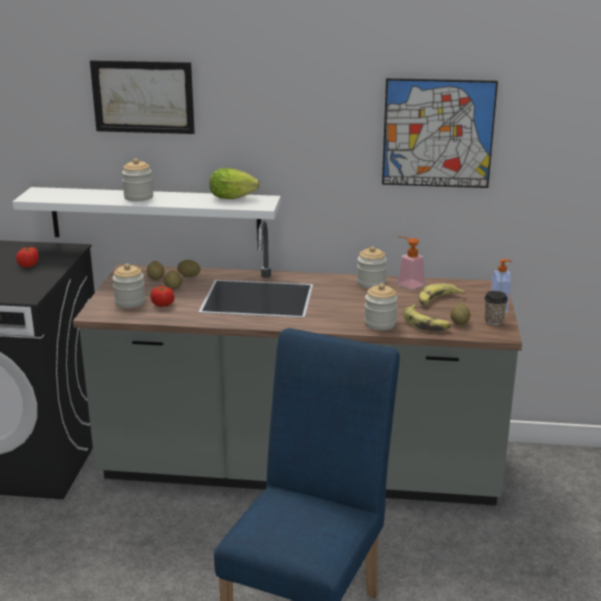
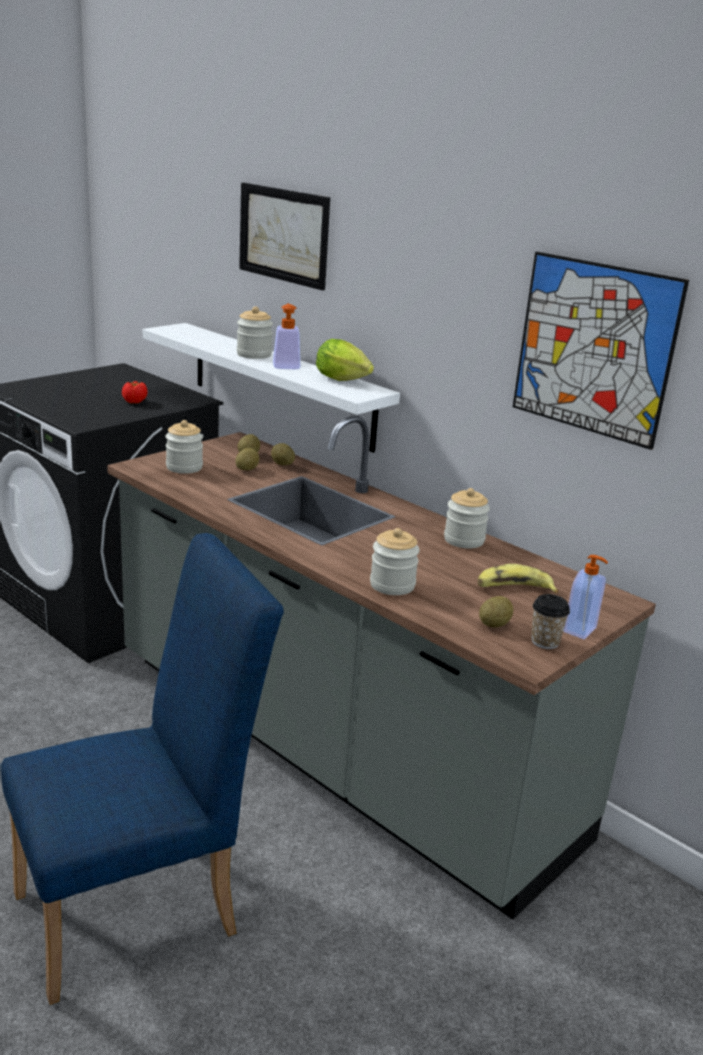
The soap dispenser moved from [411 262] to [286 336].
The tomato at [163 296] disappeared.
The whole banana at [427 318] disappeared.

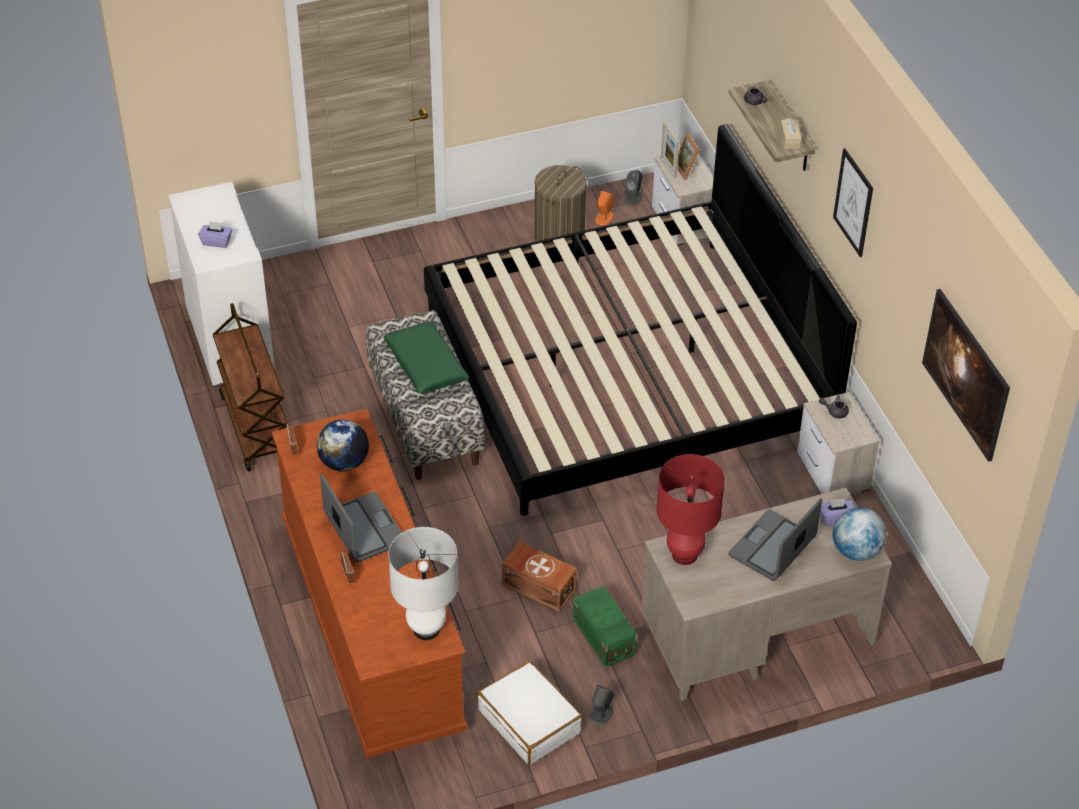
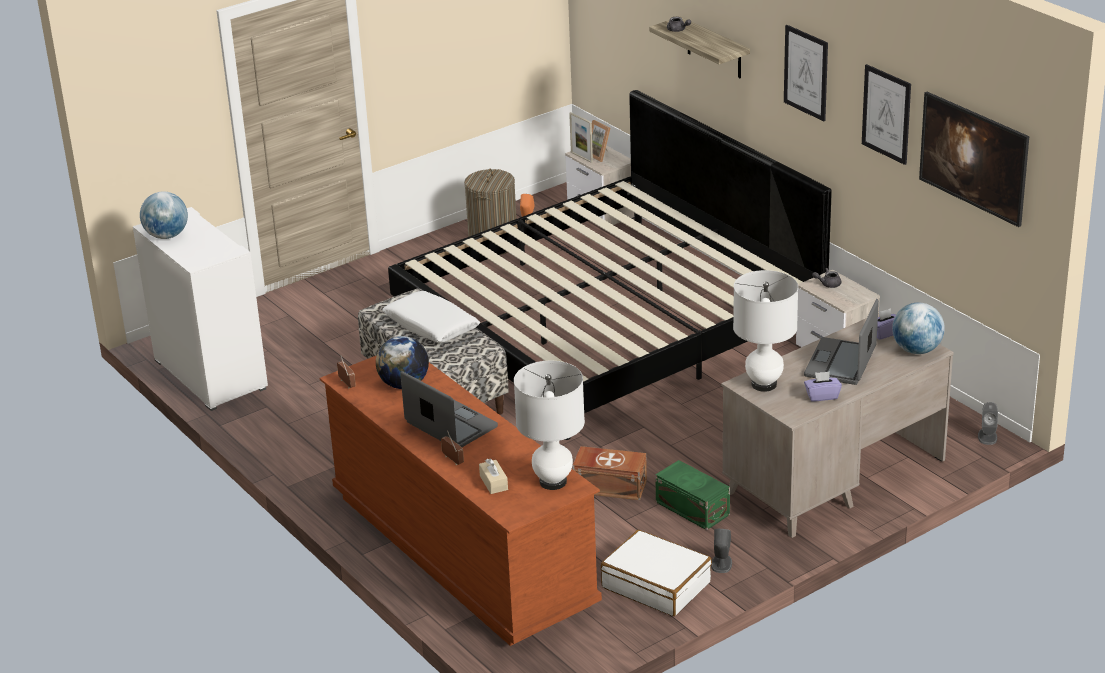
The desk globe at [164 215] appeared.
The greenish pillow at [426 357] became the white pillow at [431 317].
The beige box of tissues moved from [790 133] to [493 476].
The red-coloured lamp for a table at [690 509] became the white lamp for a table at [765 331].
The purple-coloured box of tissues moved from [215 234] to [823 386].
The picture at [886 114] appeared.
The grey audio speaker moved from [633 188] to [988 423].
The brown-coloured cart at [250 387] disappeared.

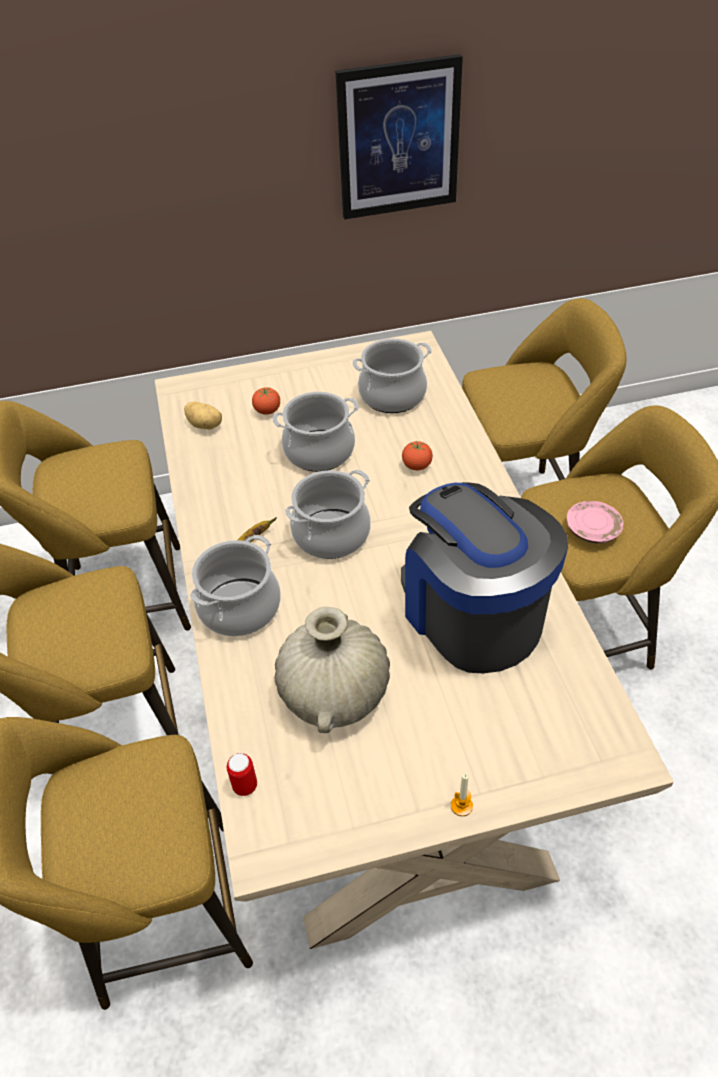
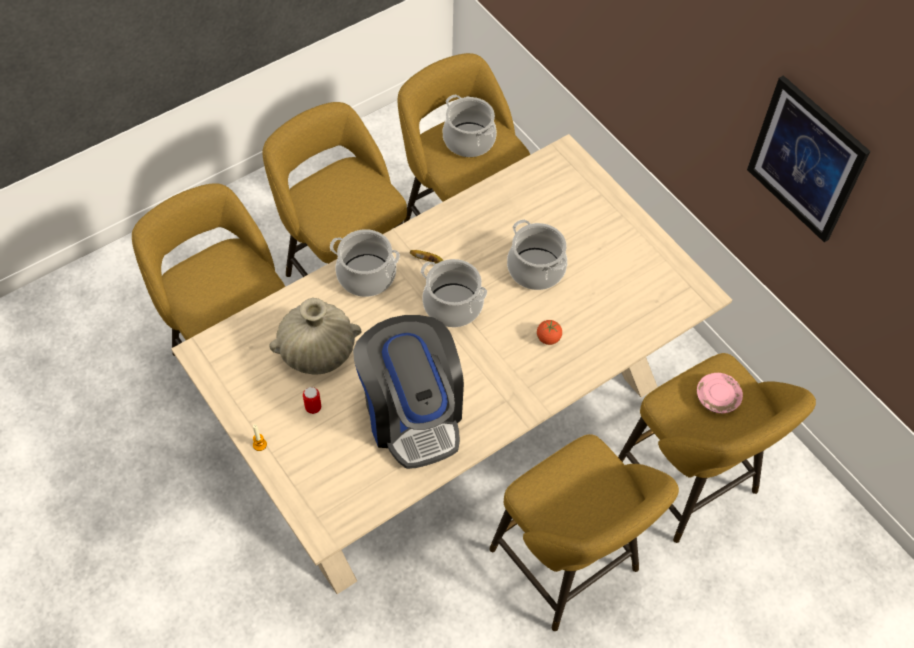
The metal can moved from [242 774] to [312 400].
The coffee maker at [484 577] turned 120 degrees clockwise.
The saucepot moved from [392 375] to [470 126].
The pinkish plate moved from [595 522] to [720 393].
The spud at [203 415] disappeared.
The tomato at [266 400] disappeared.

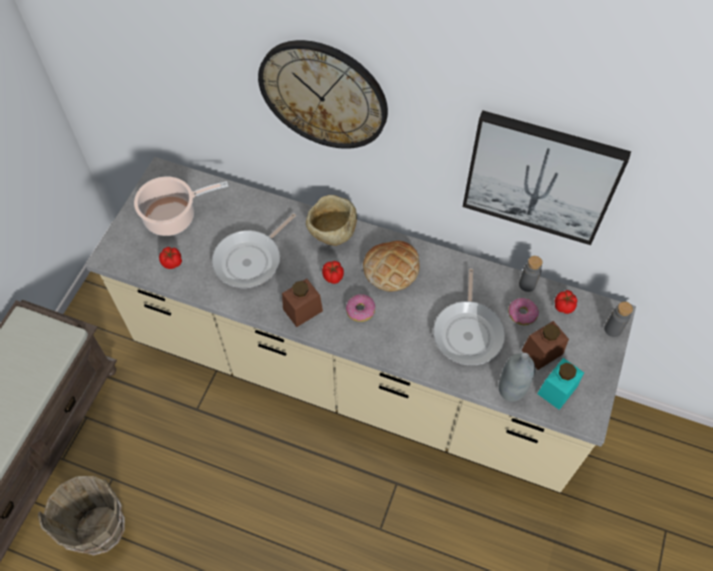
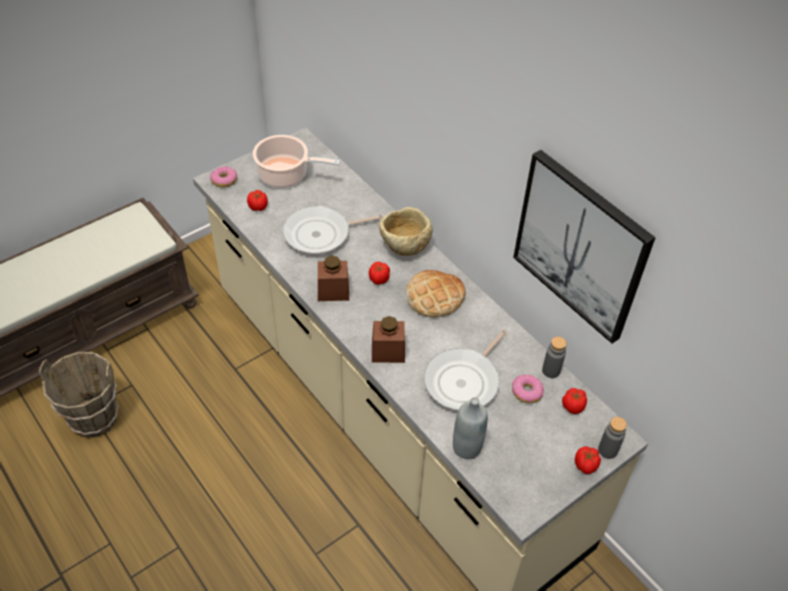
The donut moved from [360 308] to [223 177].
The brown-coloured preserve jar moved from [545 345] to [388 339].
The tomato at [588 460] appeared.
The clock on the wall at [323 94] disappeared.
The turquoise preserve jar at [560 384] disappeared.

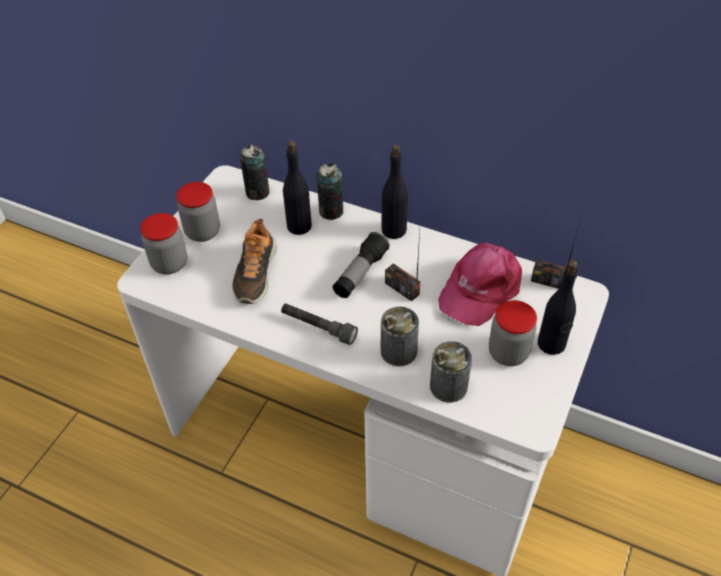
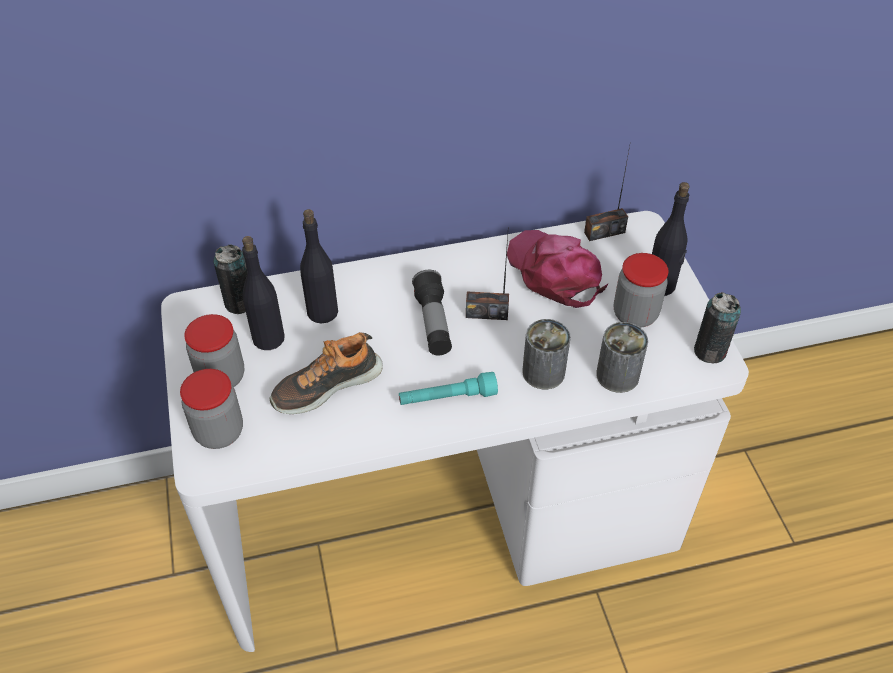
The black bottle moved from [395 192] to [263 293].
The item of footwear at [254 261] turned 90 degrees clockwise.
The grey torch at [319 324] became the turquoise torch at [448 388].
The pinkish cap at [480 284] turned 150 degrees clockwise.
The metal can moved from [330 191] to [717 328].

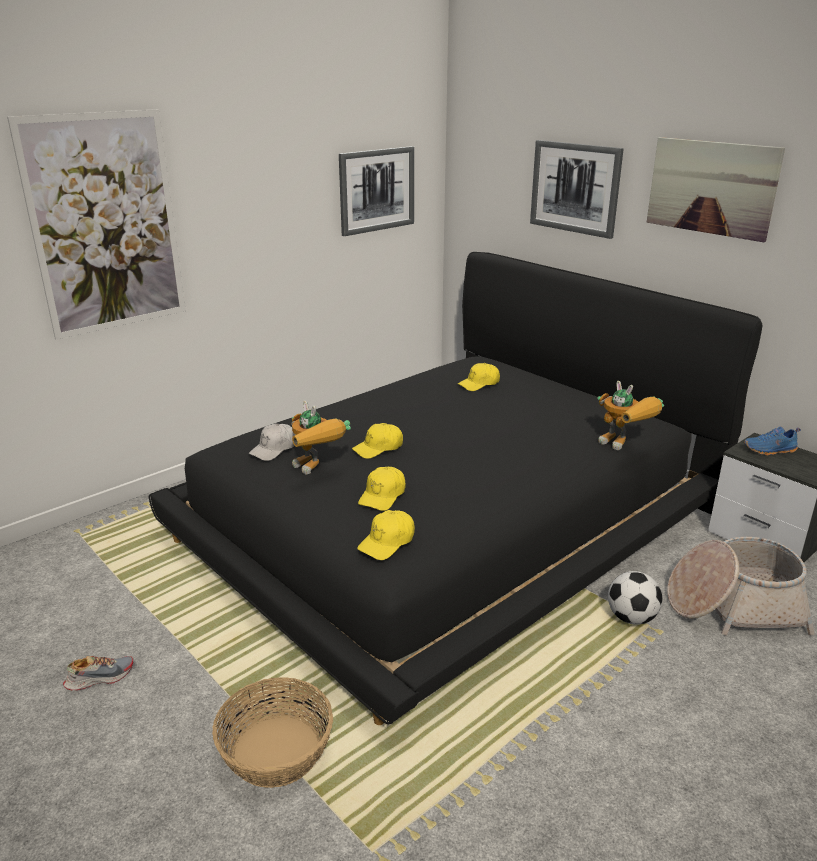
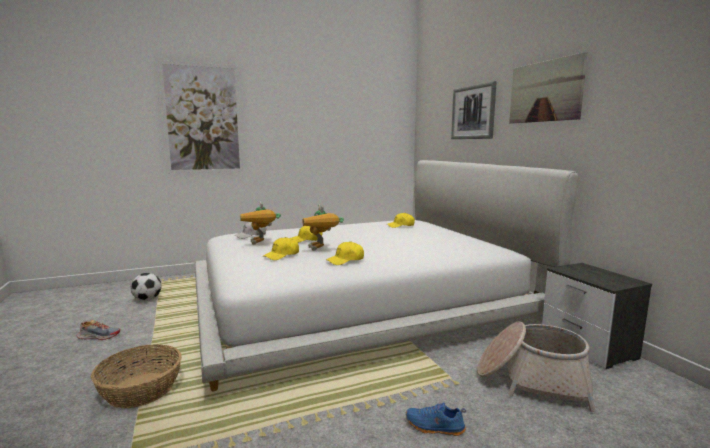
The football moved from [635 598] to [146 287].
The black sleeping bed at [455 488] became the white sleeping bed at [386 275].
The robot figure moved from [630 415] to [323 227].
The yellowish cap moved from [386 535] to [345 253].
The bluish item of footwear moved from [772 441] to [436 419].
The picture at [376 191] disappeared.

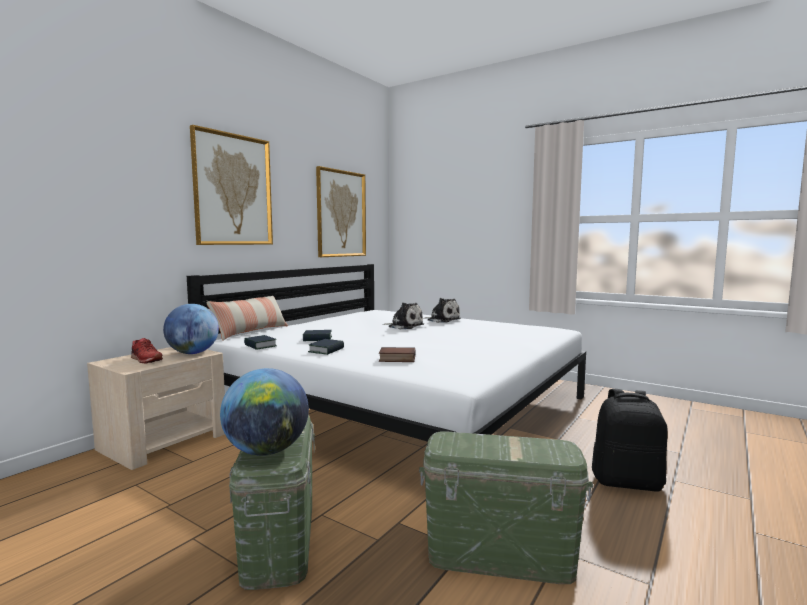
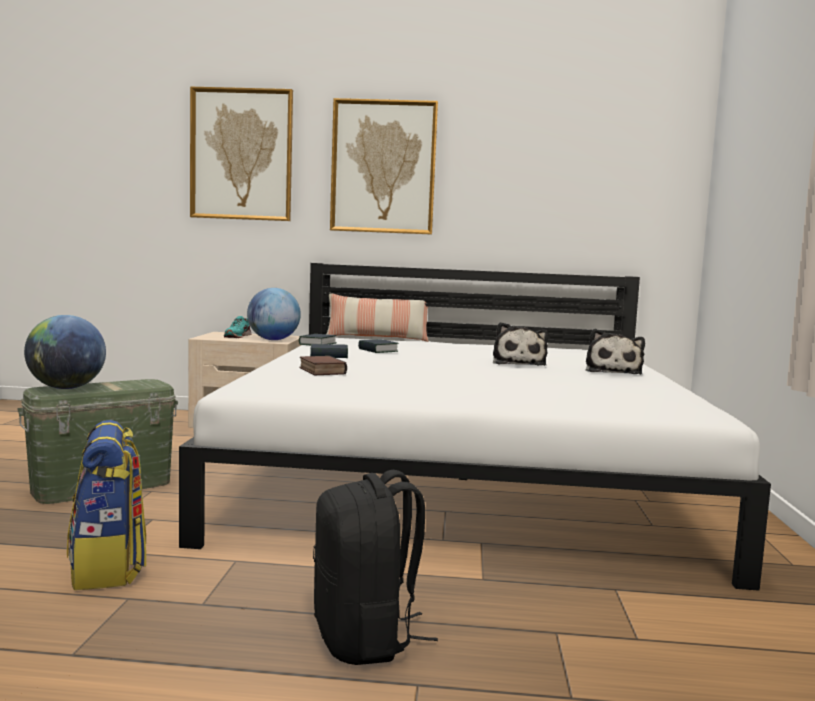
The greenish storage container at [506 508] was replaced by the knapsack at [106 505].
The picture moved from [341 211] to [241 154].
The red-coloured item of footwear at [147 351] became the turquoise item of footwear at [237 327].

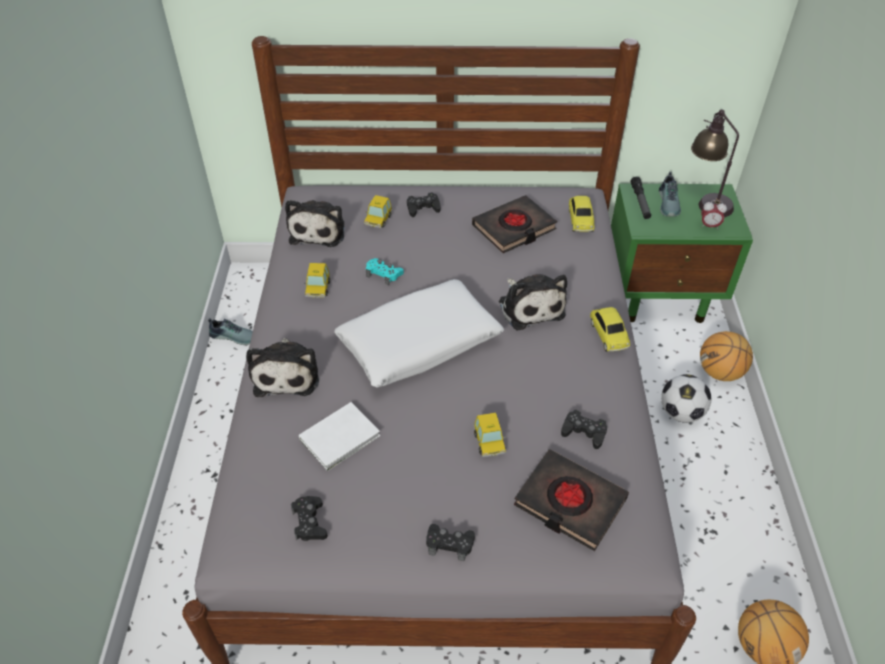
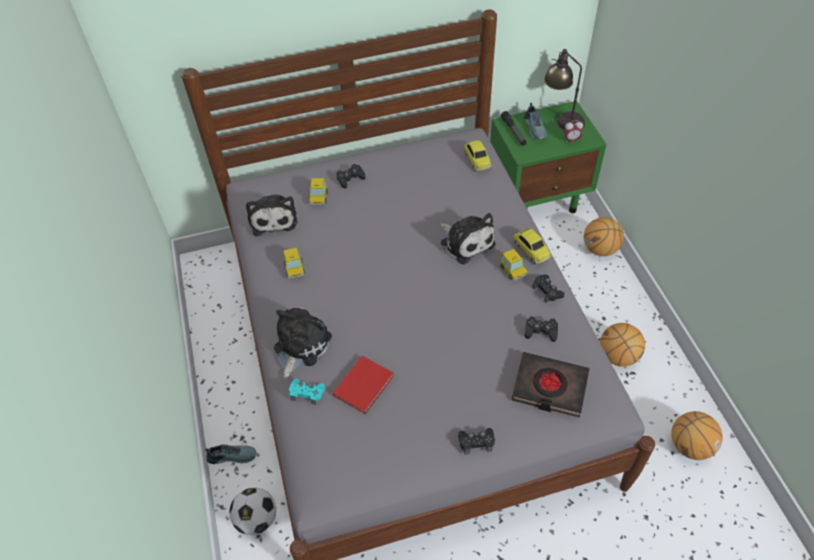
The item of footwear moved from [230 331] to [230 454].
The football moved from [686 398] to [252 511].
The plush toy at [282 367] turned 135 degrees counterclockwise.
The turquoise game controller moved from [385 271] to [307 392].
The white bound book at [339 436] became the red-coloured bound book at [363 385].
The toy car moved from [490 435] to [513 265].
The black game controller moved from [309 518] to [548 288].
The basketball ball at [622 345] appeared.
The white pillow at [419 333] disappeared.
The black bound book at [514 224] disappeared.

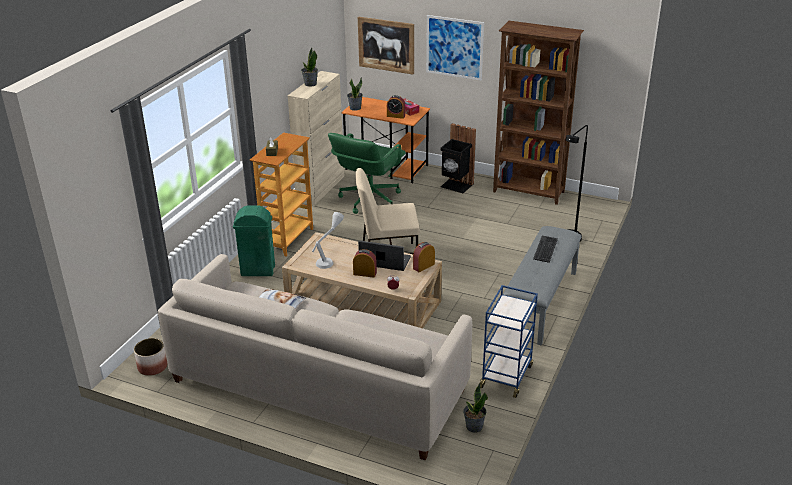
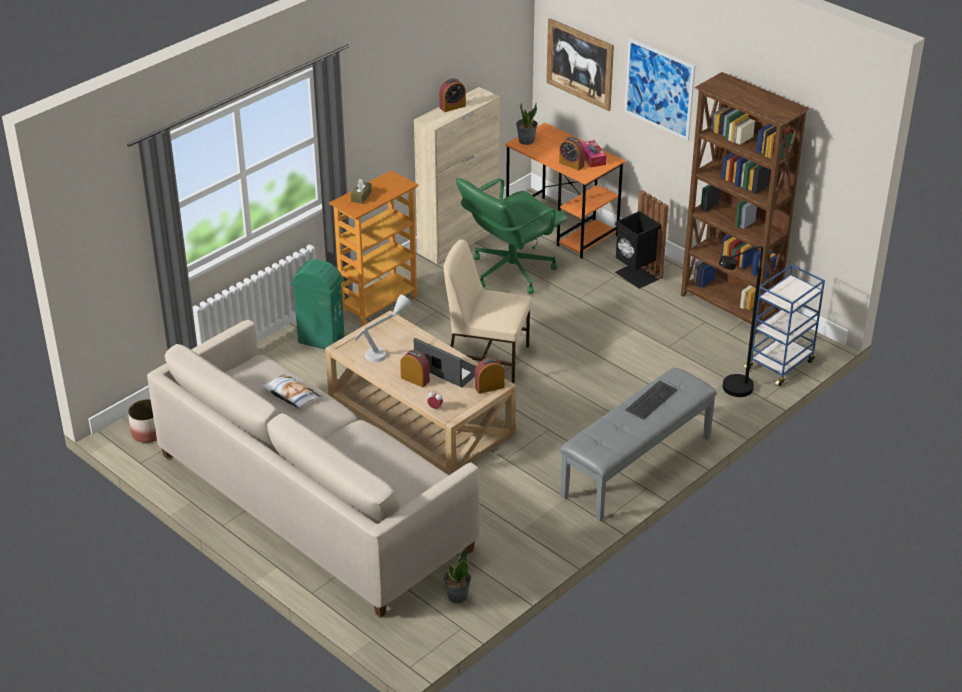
The plant in a pot at [309 67] was replaced by the bedside clock at [452 95].
The bluish cart moved from [509 341] to [784 325].

